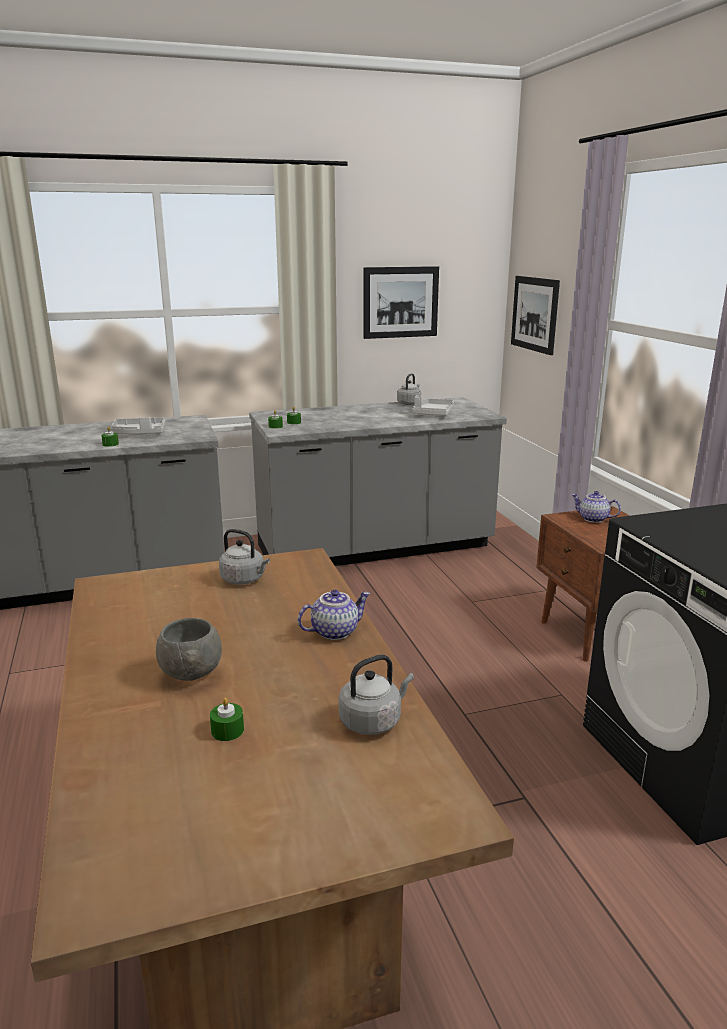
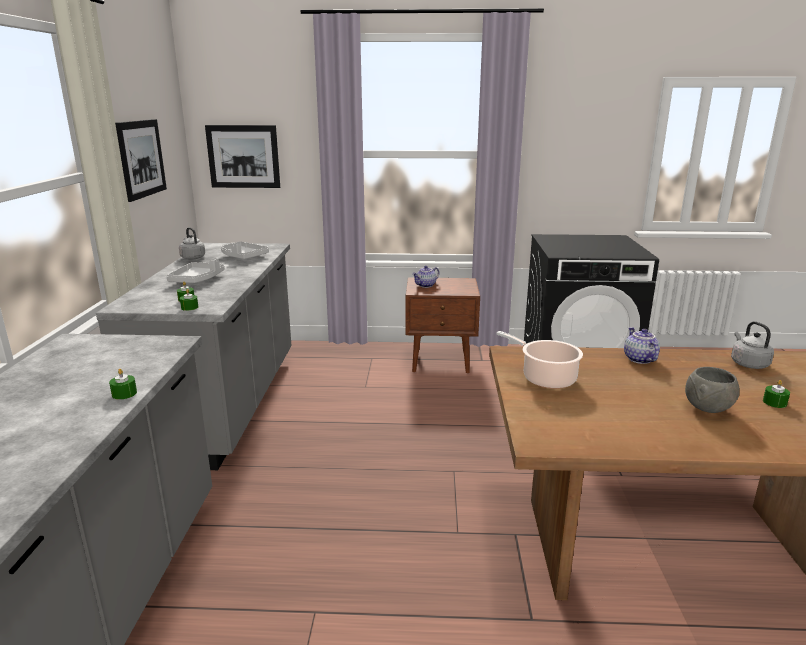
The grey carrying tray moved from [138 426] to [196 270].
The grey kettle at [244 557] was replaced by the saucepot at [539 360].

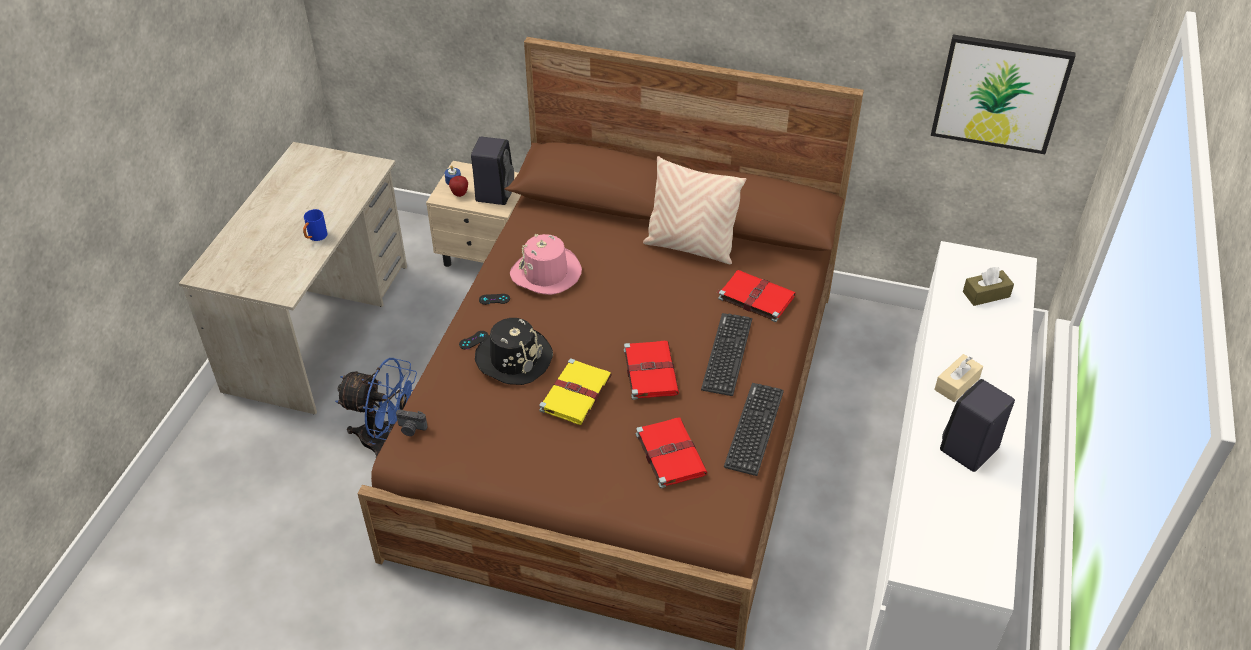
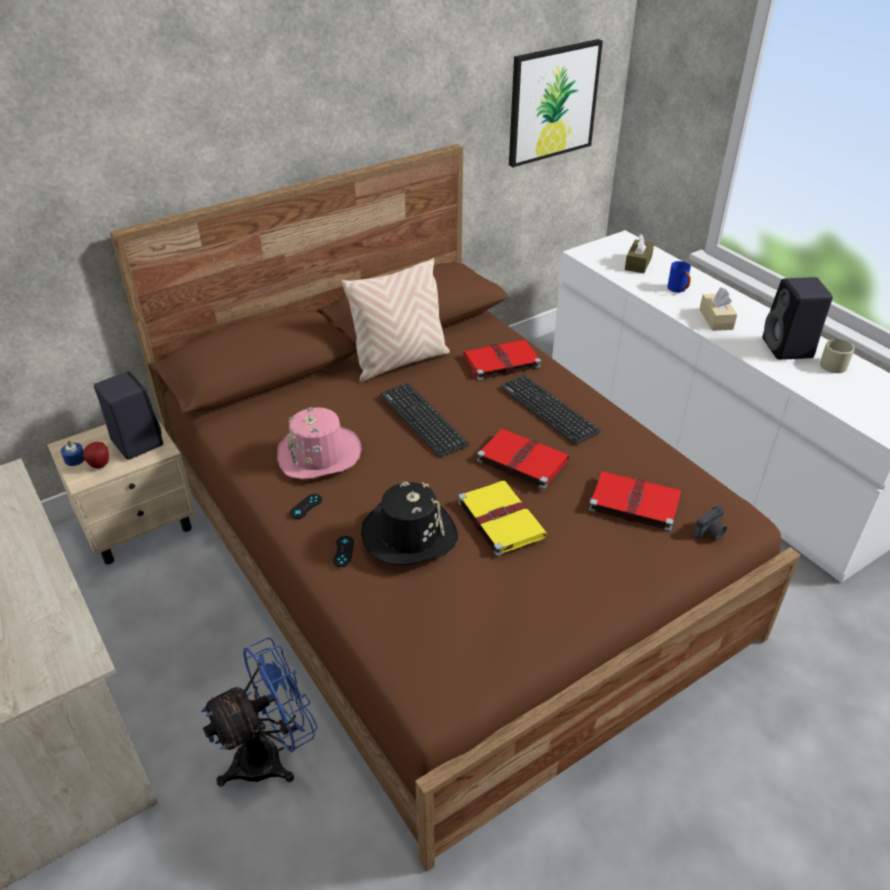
The keyboard moved from [754 429] to [425 420].
The bluish mug moved from [315 225] to [679 277].
The still camera moved from [412 422] to [710 522].
The beige mug at [837 356] appeared.

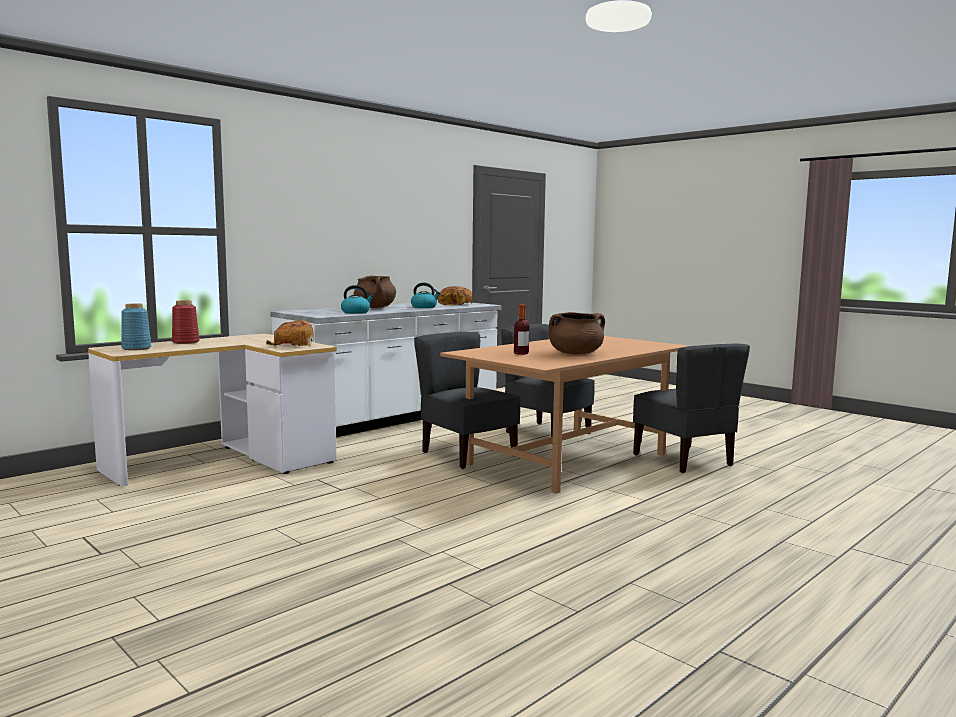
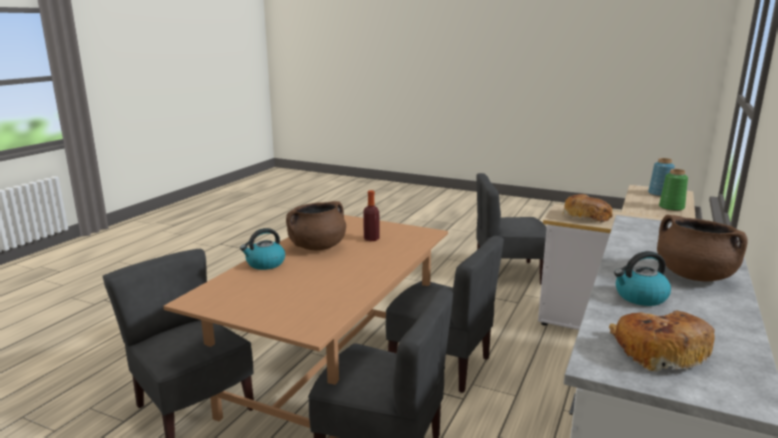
The kettle moved from [357 299] to [262 249].
The grey chair at [511 229] appeared.
The red-coloured flower vase at [185 322] became the greenish flower vase at [673 190].

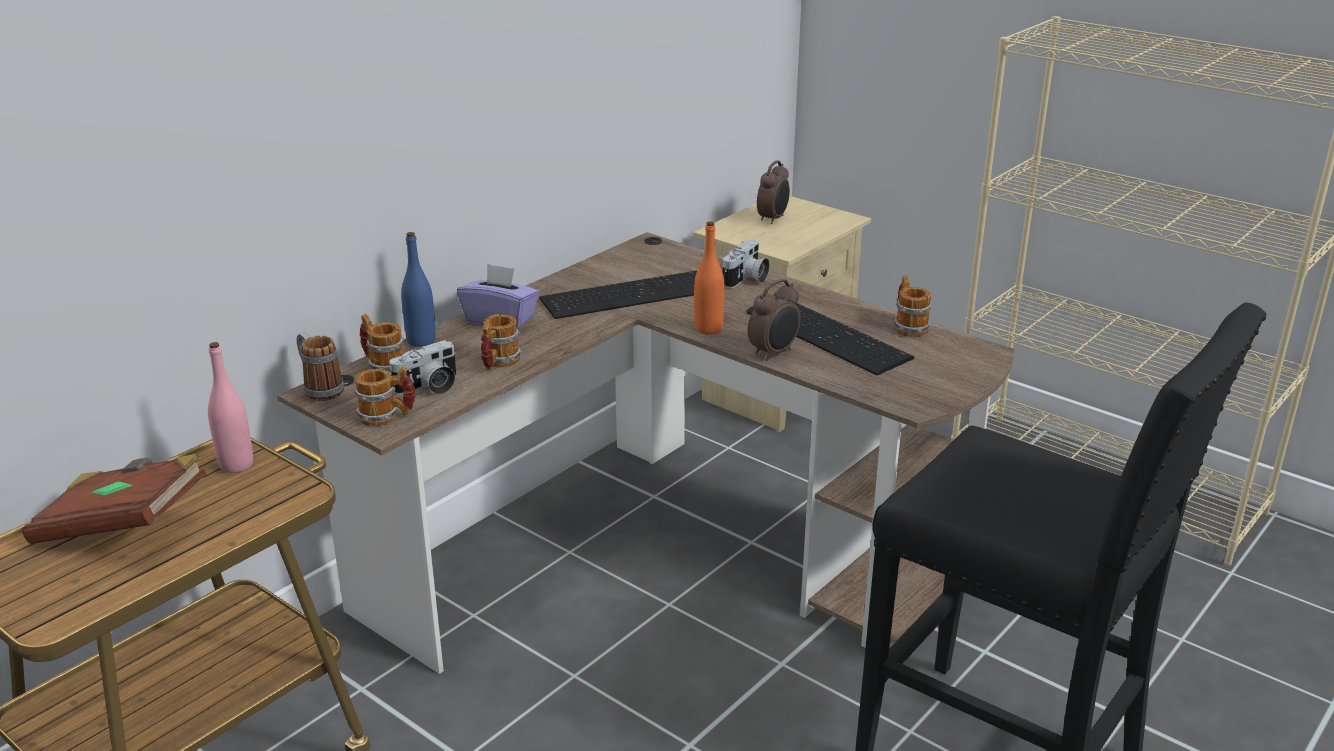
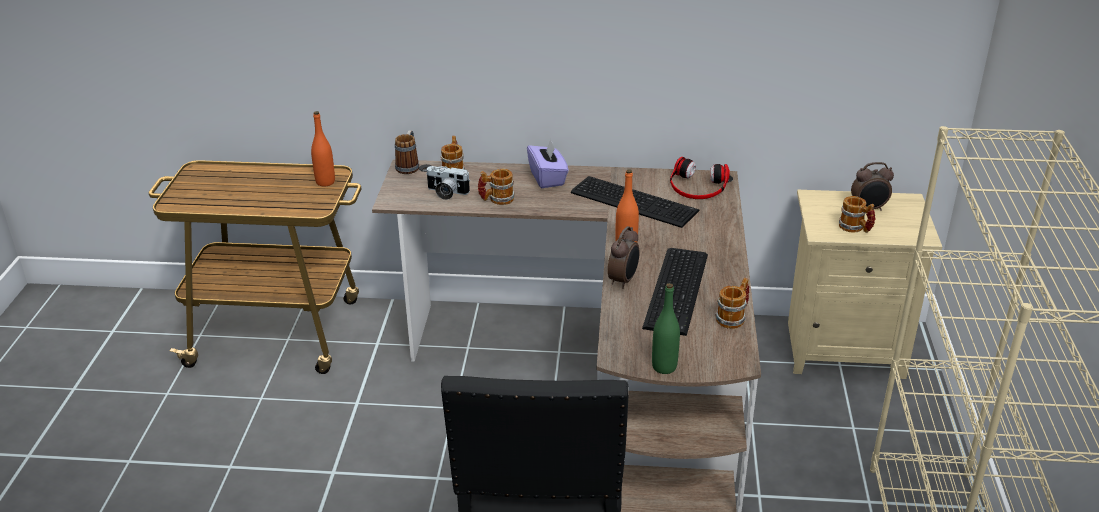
The pinkish bottle at [230 407] became the orangey bottle at [323 148].
The bedside clock at [774 320] turned 75 degrees counterclockwise.
The greenish bottle at [666 328] appeared.
The pair of headphones at [700 178] appeared.
The mug moved from [385 396] to [857 214].
The brown-coloured bound book at [114 499] disappeared.
The bluish bottle at [418 289] disappeared.
The still camera at [746 264] disappeared.

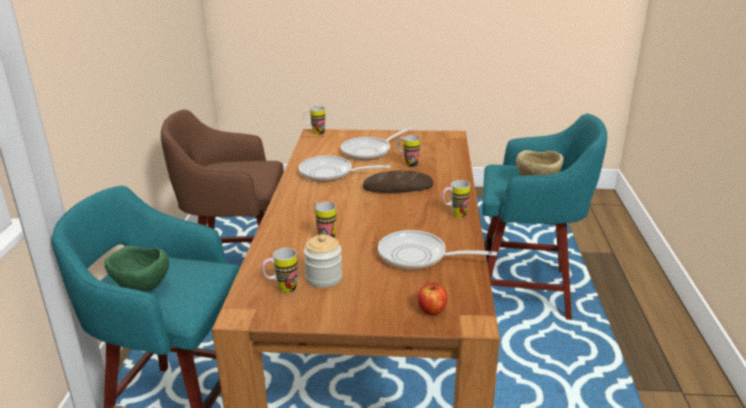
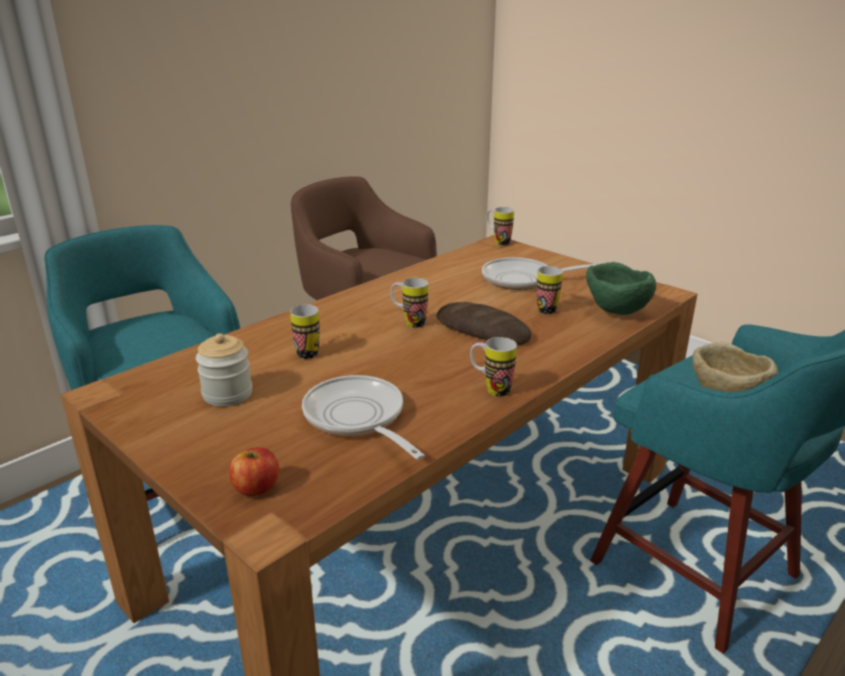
The mug moved from [279 270] to [409 303].
The greenish bowl moved from [136 269] to [621 288].
The skillet at [345 169] disappeared.

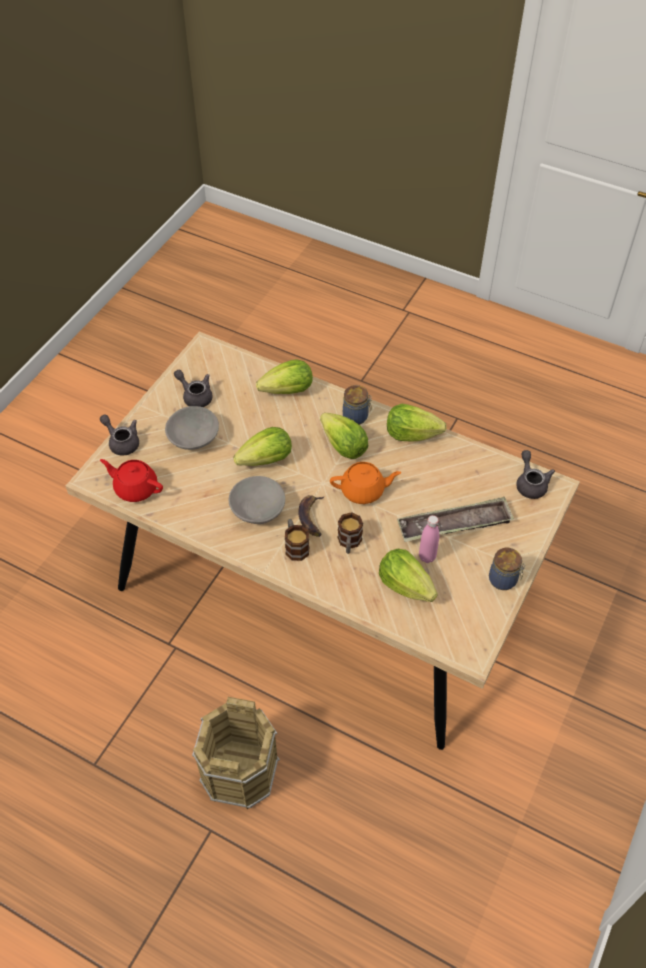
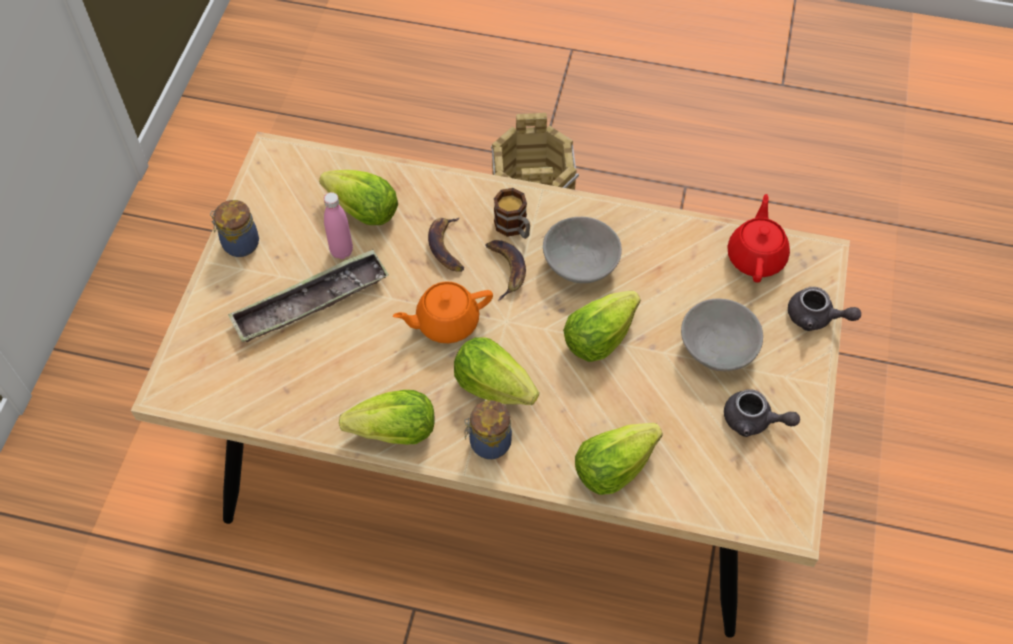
The mug at [350 533] was replaced by the whole banana at [446 245].
The red-coloured tea pot at [131 480] turned 90 degrees counterclockwise.
The grey tea pot at [535 474] disappeared.

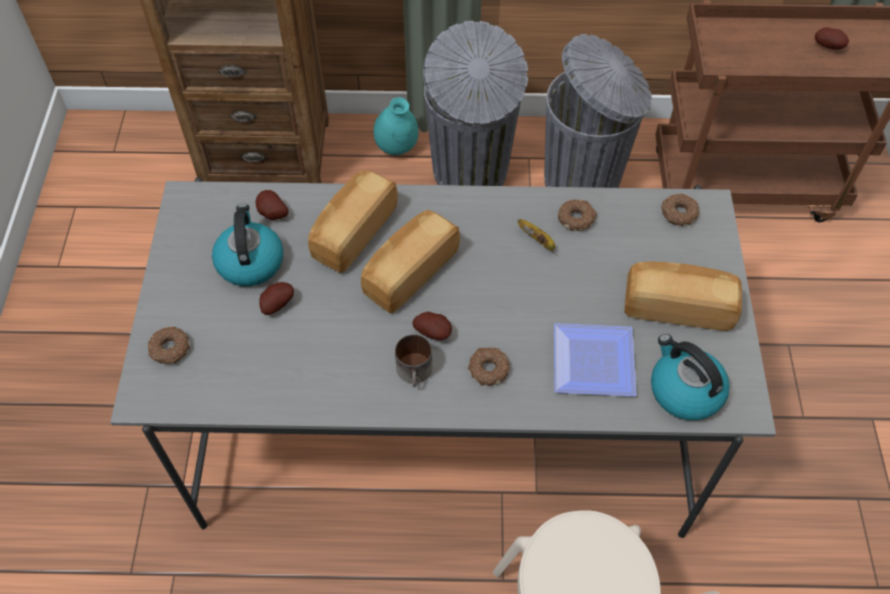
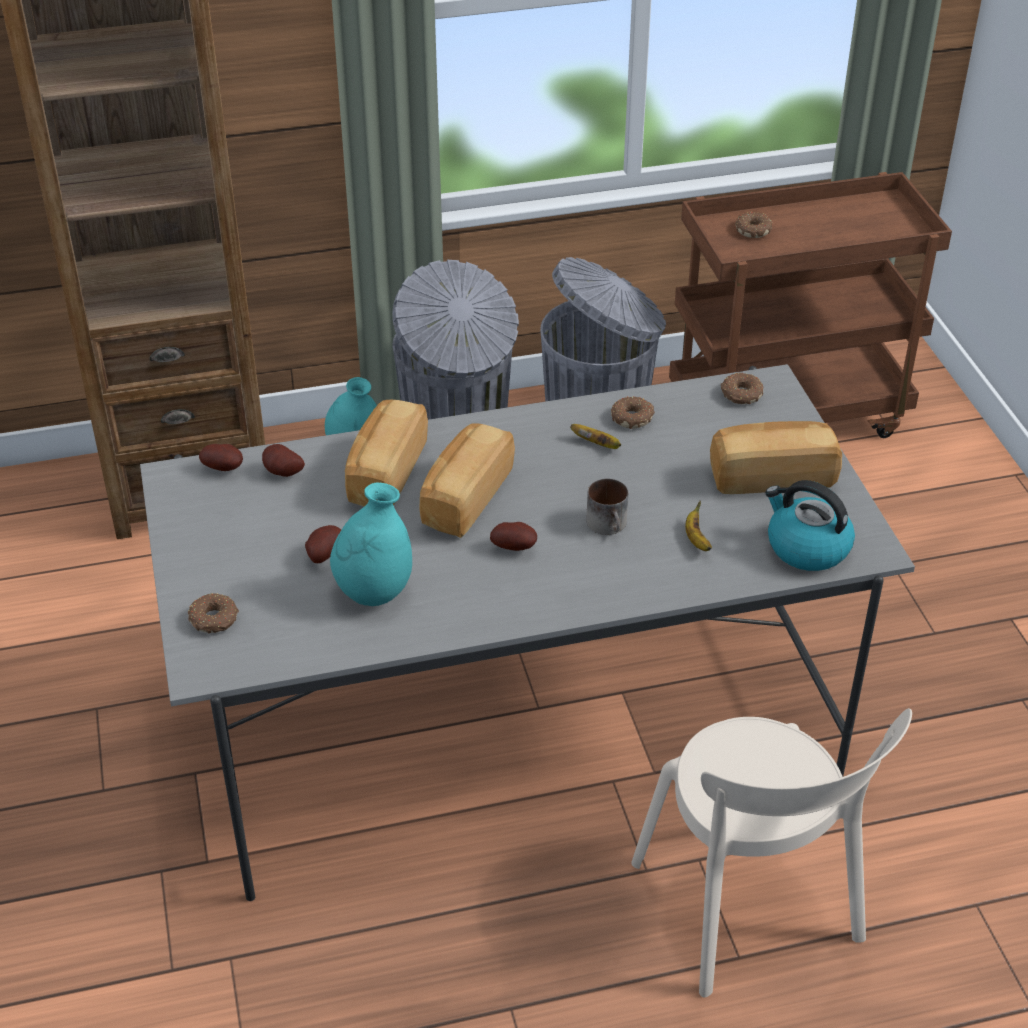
The spud moved from [832 38] to [221 457].
The turquoise flower vase at [371 544] appeared.
The mug moved from [413 360] to [607 507].
The plate at [595 359] was replaced by the whole banana at [698 526].
The donut moved from [489 366] to [753 225].
The kettle at [248 245] disappeared.

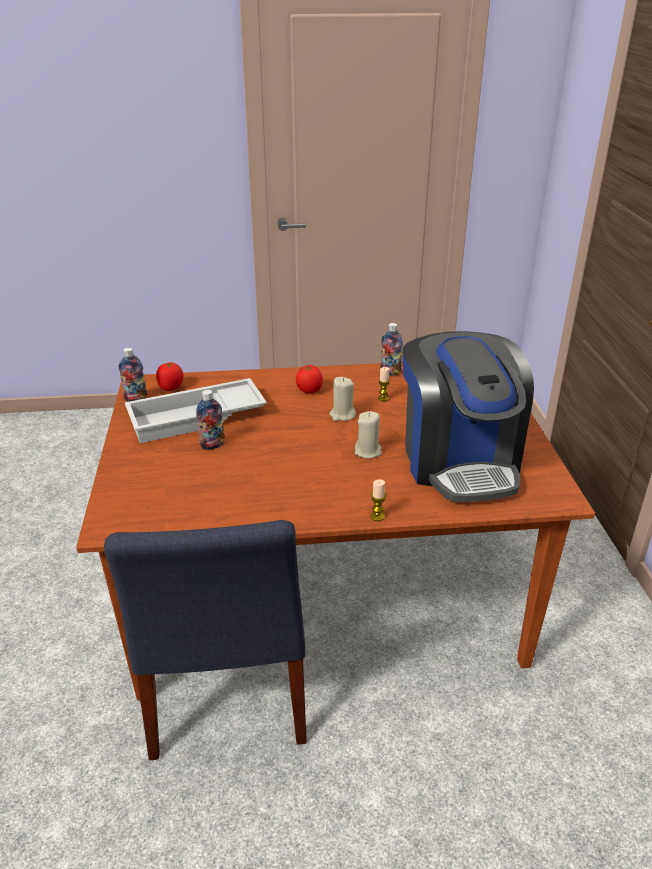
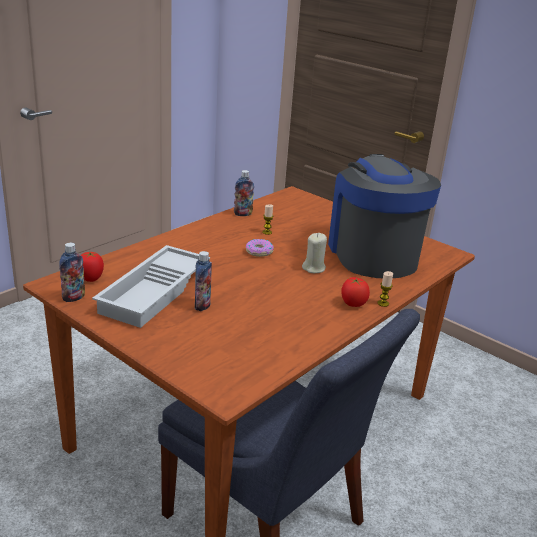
The beige candle at [343 399] was replaced by the donut at [260 248].
The coffee maker at [468 416] turned 135 degrees counterclockwise.
The tomato moved from [309 379] to [355 292].

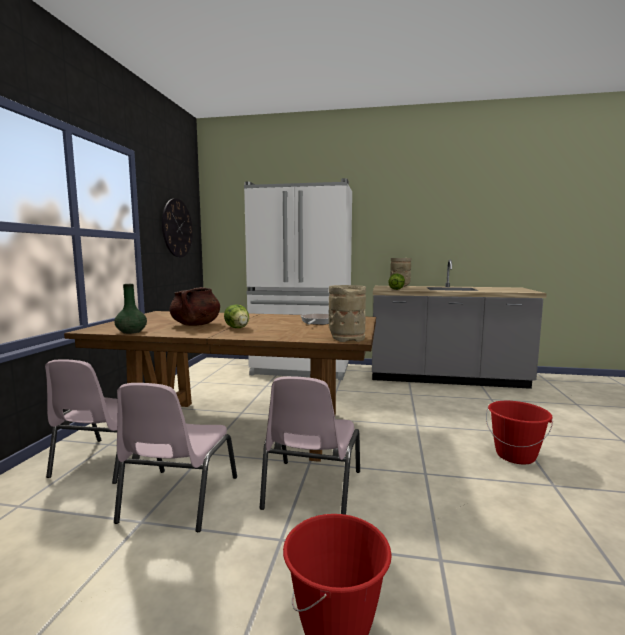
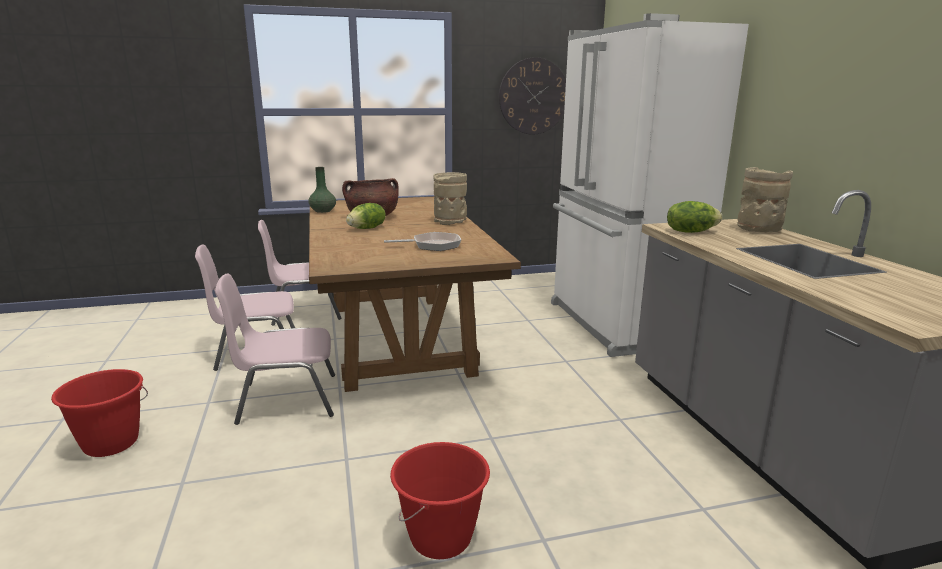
The beige flower vase moved from [347 313] to [450 198].

